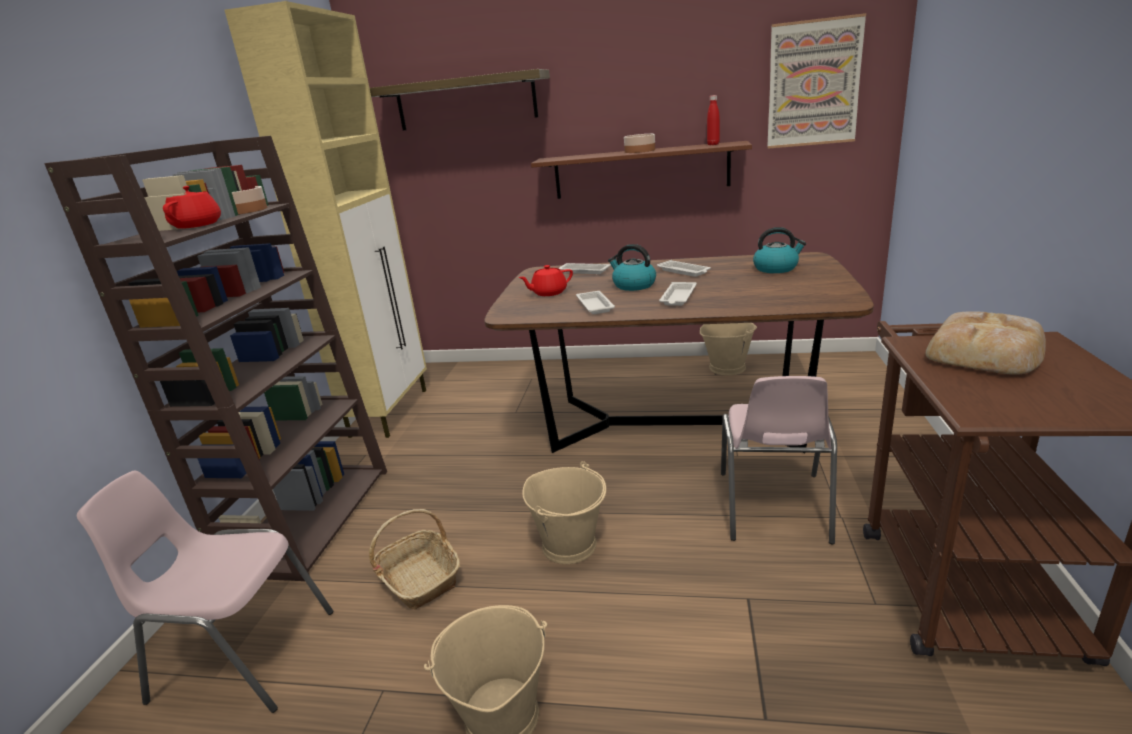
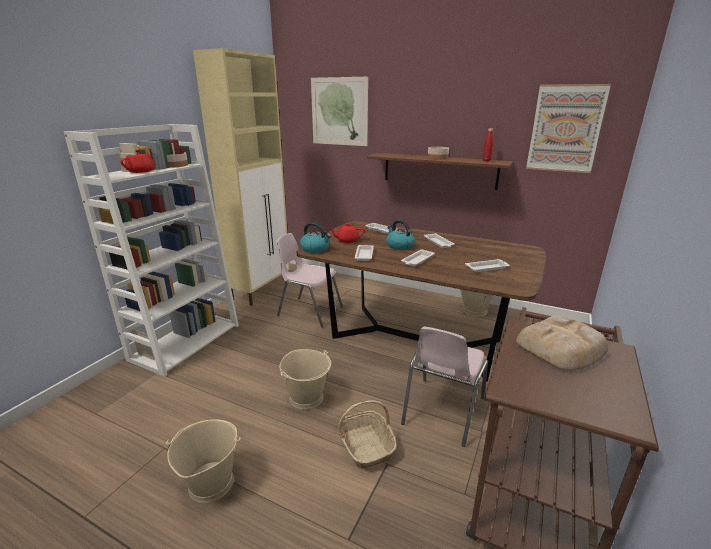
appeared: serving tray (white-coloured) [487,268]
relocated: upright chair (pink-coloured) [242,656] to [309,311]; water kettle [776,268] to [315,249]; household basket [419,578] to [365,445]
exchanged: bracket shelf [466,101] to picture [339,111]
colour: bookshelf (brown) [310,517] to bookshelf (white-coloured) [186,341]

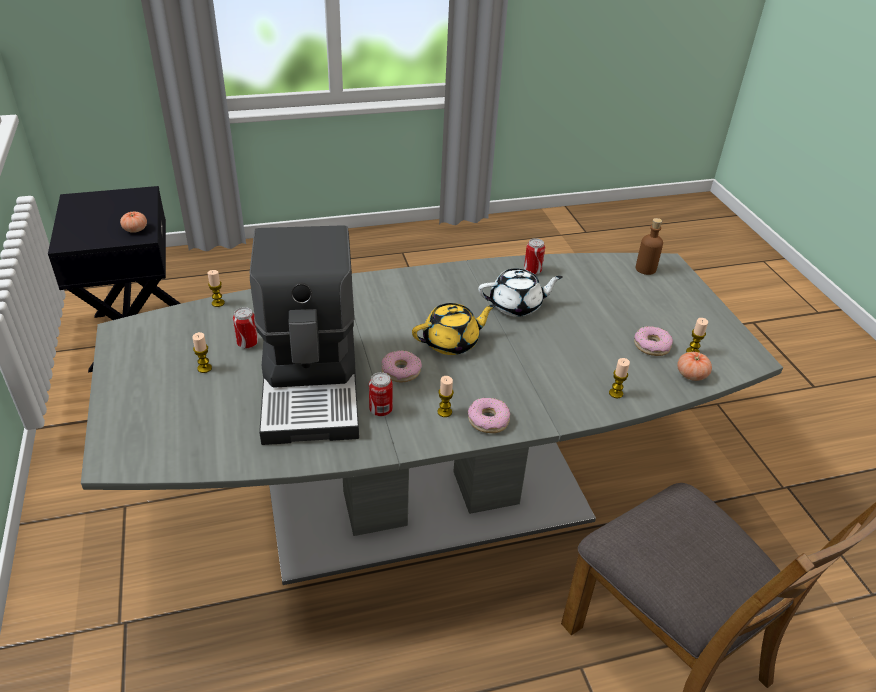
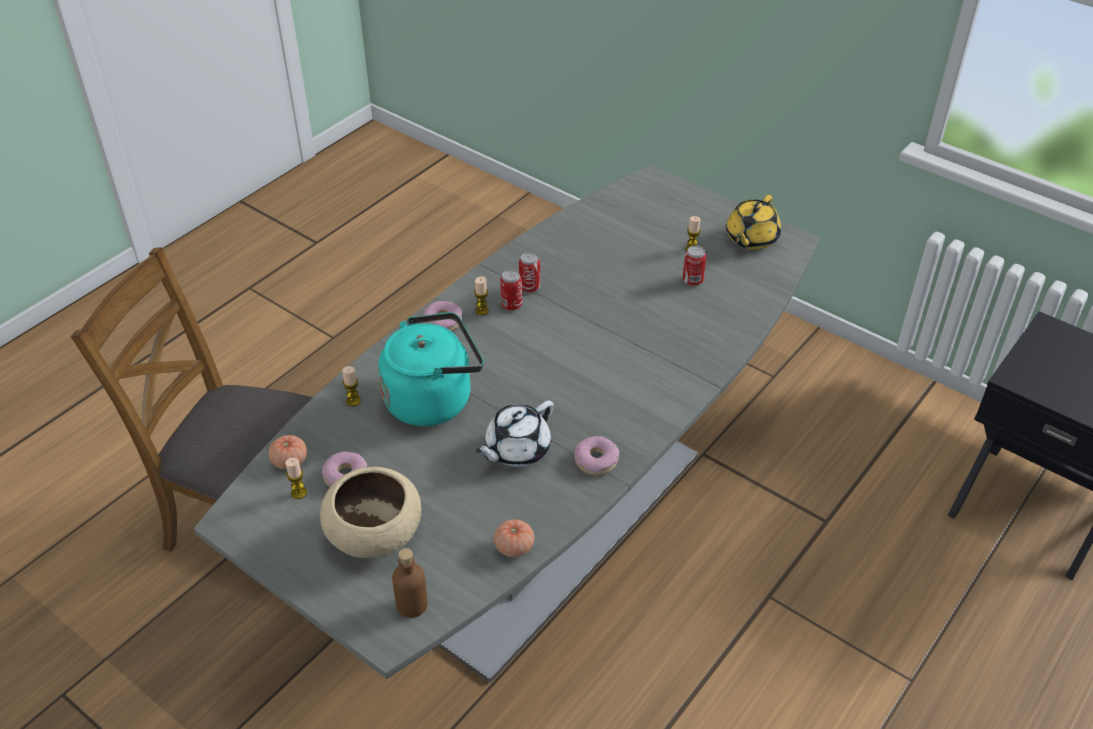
missing: wax candle [218,303]; coffee brewer [313,384]
appeared: deep dish (sand-coloured) [375,534]; water kettle (blue-green) [433,398]
relocated: fresh tomato [135,229] to [514,547]; can [532,271] to [511,305]; ring doughnut [401,371] to [596,461]; pot for tea (yellow) [452,342] to [751,239]

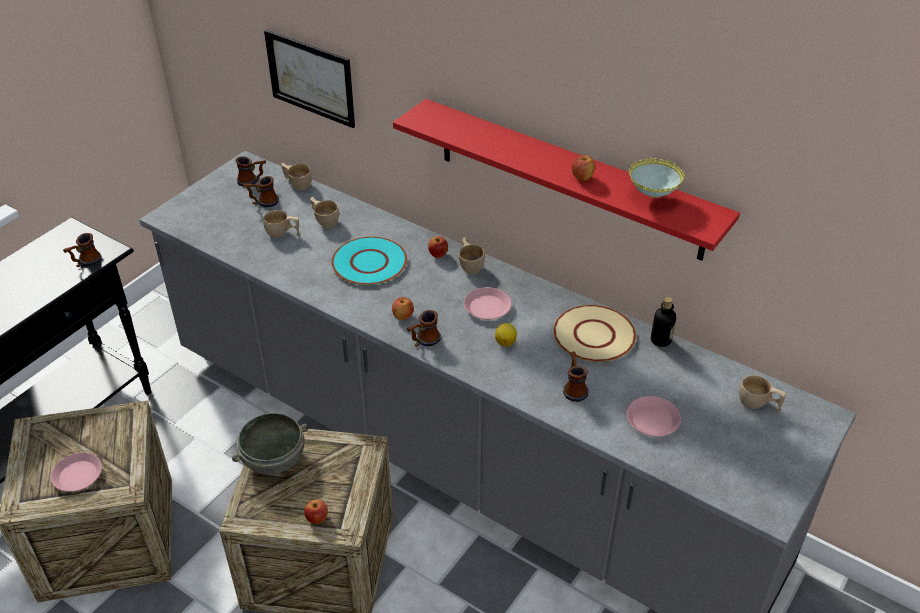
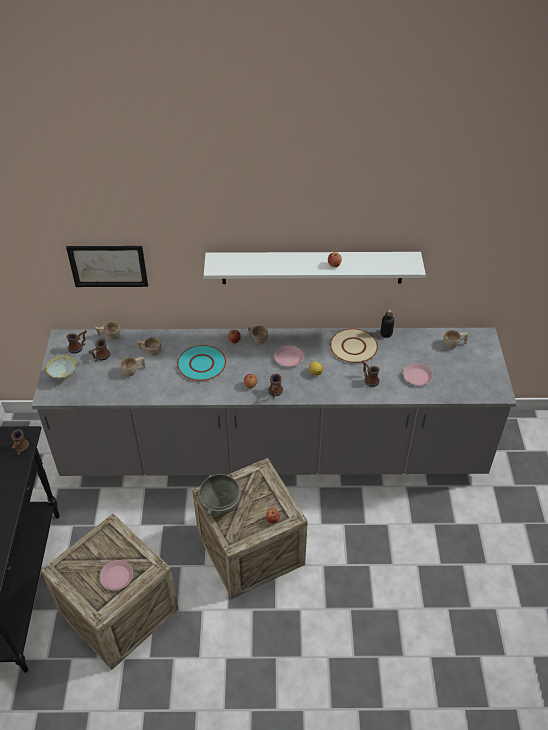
relocated: deep dish [652,197] to [64,377]
colour: bracket shelf (reddish) [568,179] to bracket shelf (white-coloured) [312,267]

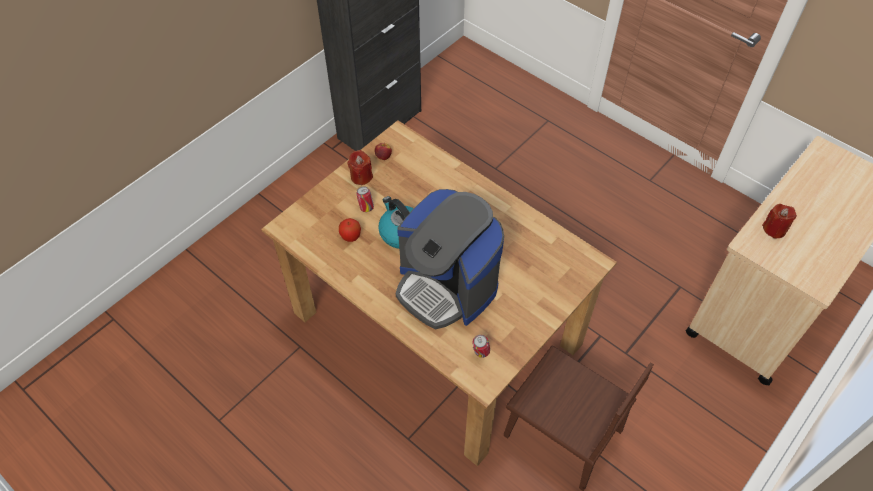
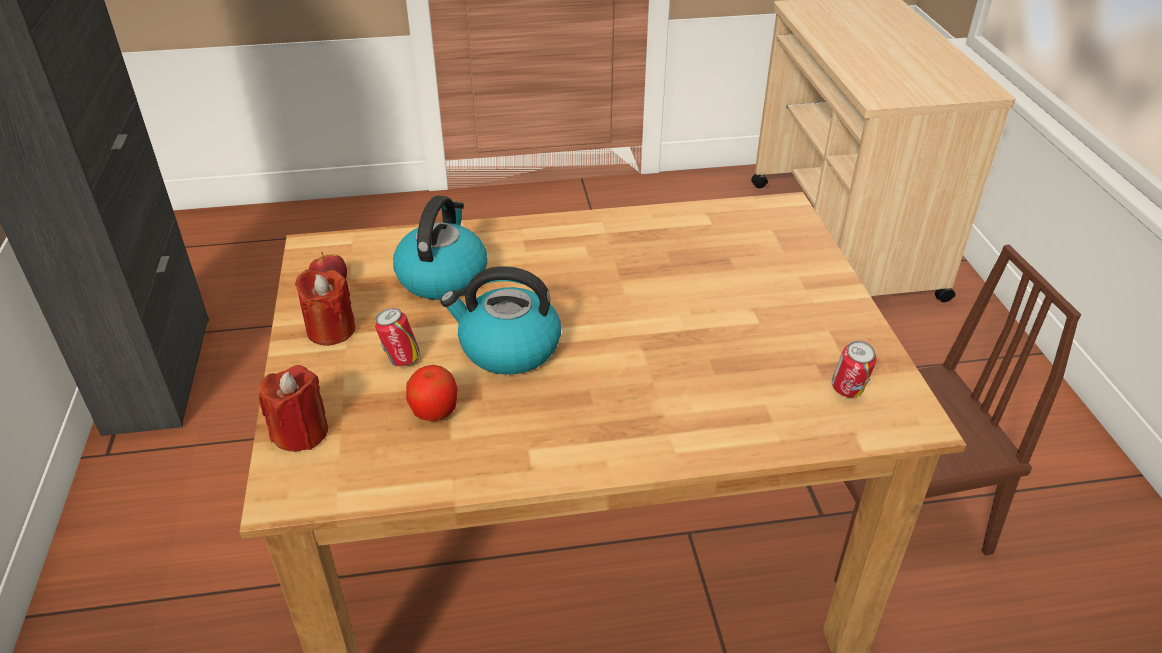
missing: coffee brewer [447,286]
appeared: water kettle [442,276]
relocated: wax candle (reddish) [774,229] to [301,432]

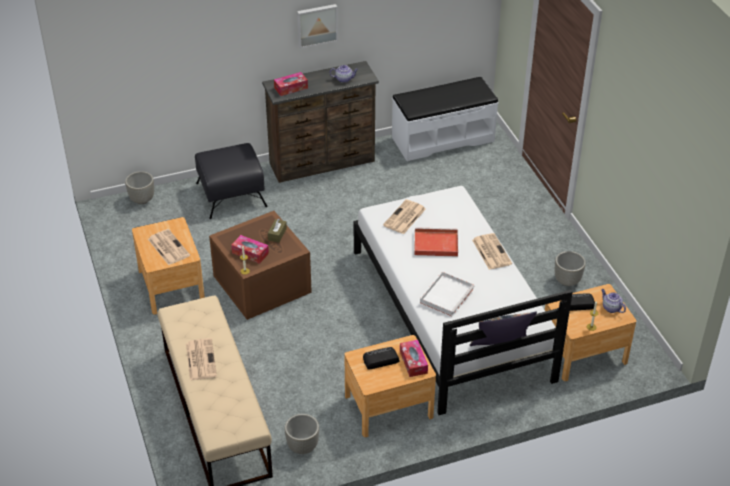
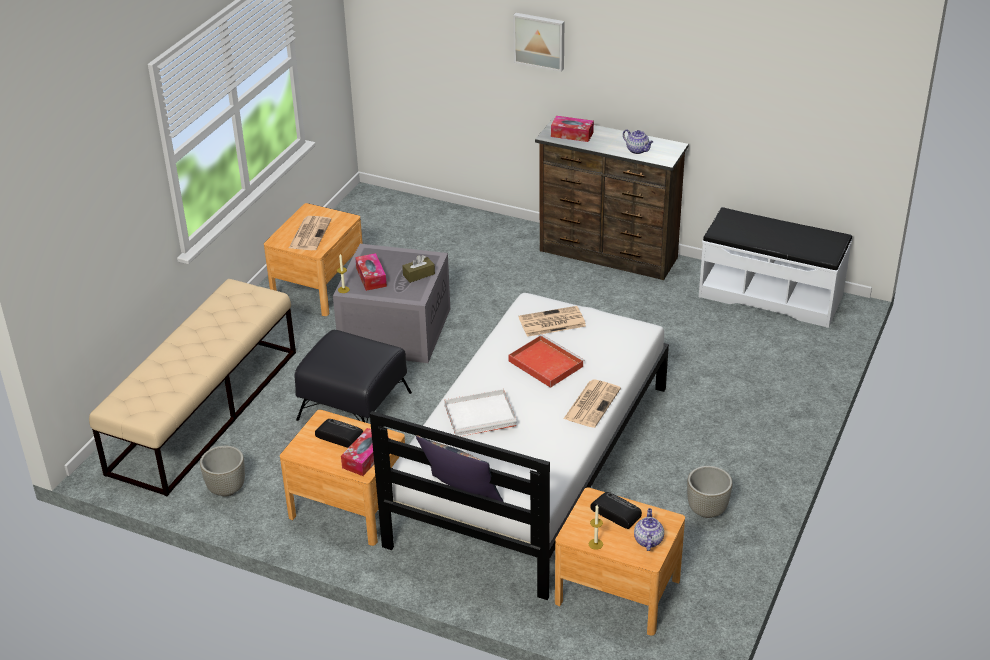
missing: planter (gray) [142,199]; newspaper [200,359]
relocated: footrest (black) [232,195] to [355,406]; picture [317,25] to [540,40]
colour: storage box (brown) [260,284] to storage box (gray) [394,329]

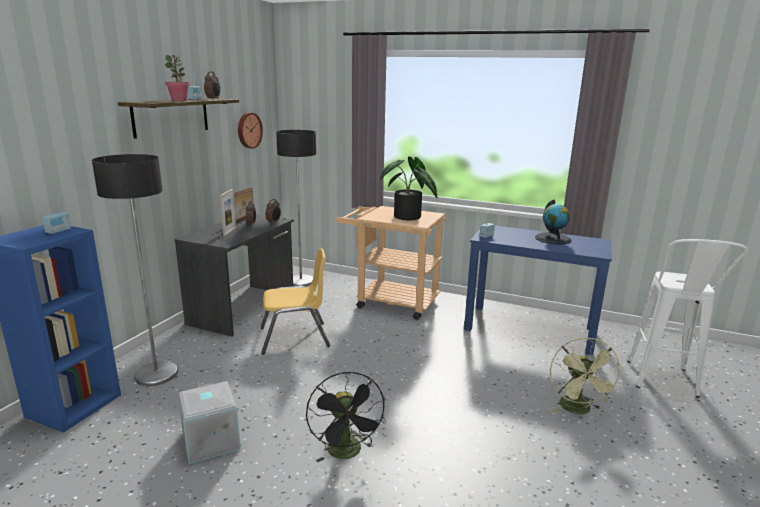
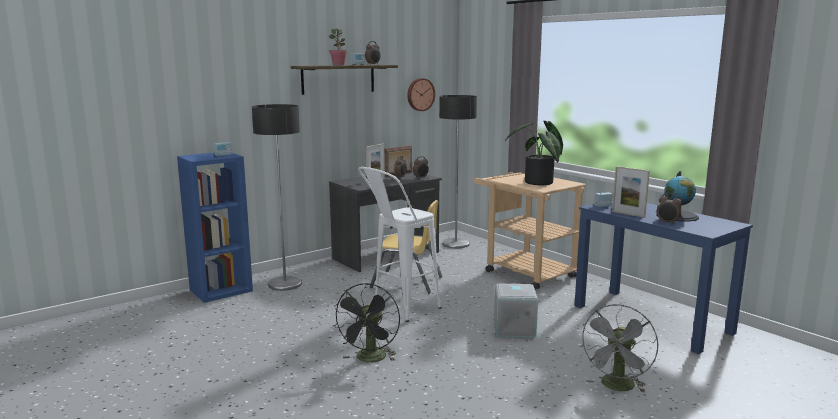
appeared: standing frame [628,214]; bedside clock [667,223]
relocated: sitting stool (white-coloured) [664,384] to [399,311]; storage box (gray) [209,441] to [513,328]
colour: cooling fan (greenish) [578,410] to cooling fan (gray) [617,387]

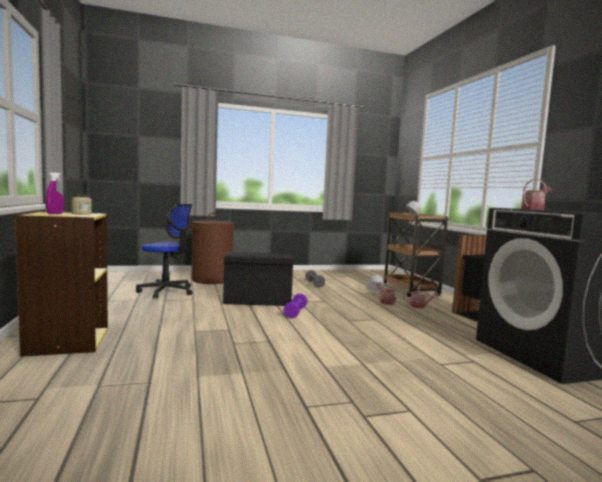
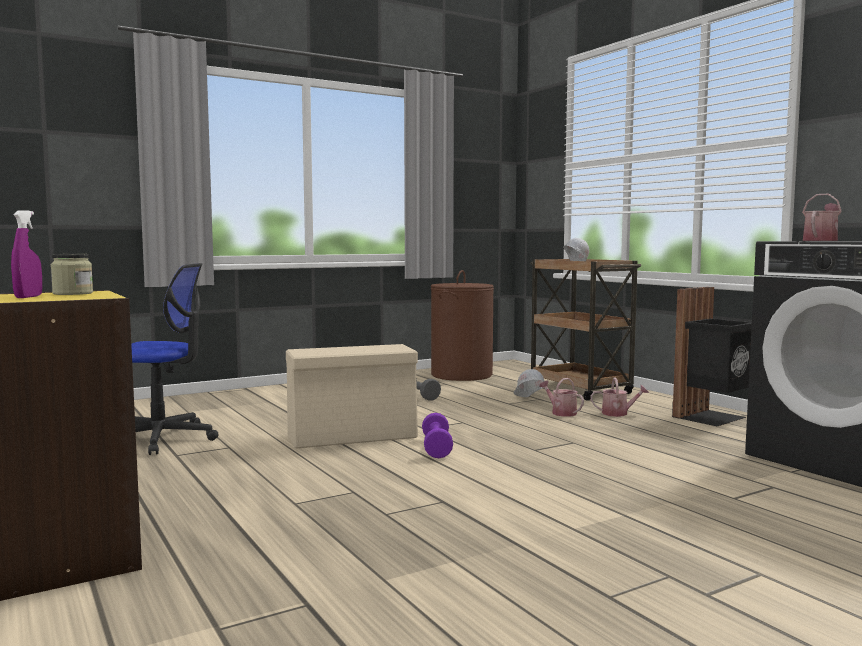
relocated: laundry basket (brown) [211,279] to [461,375]
colour: storage box (black) [256,301] to storage box (sand-coloured) [350,437]

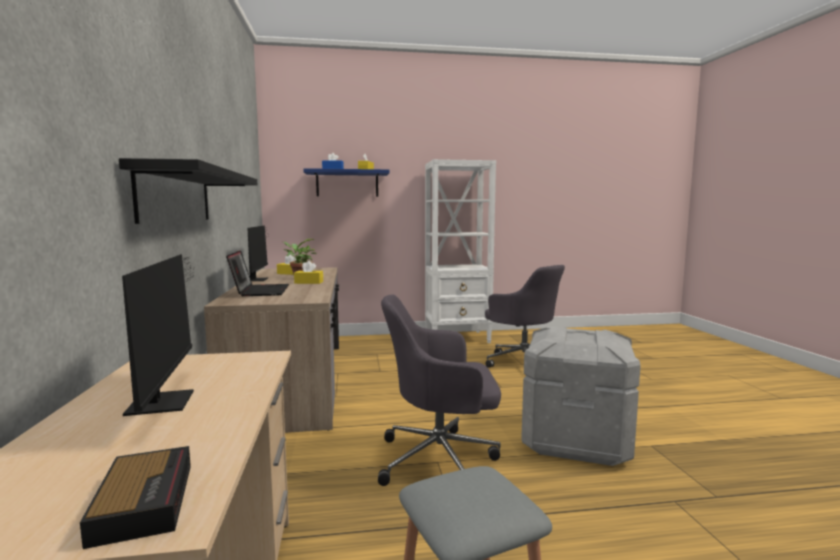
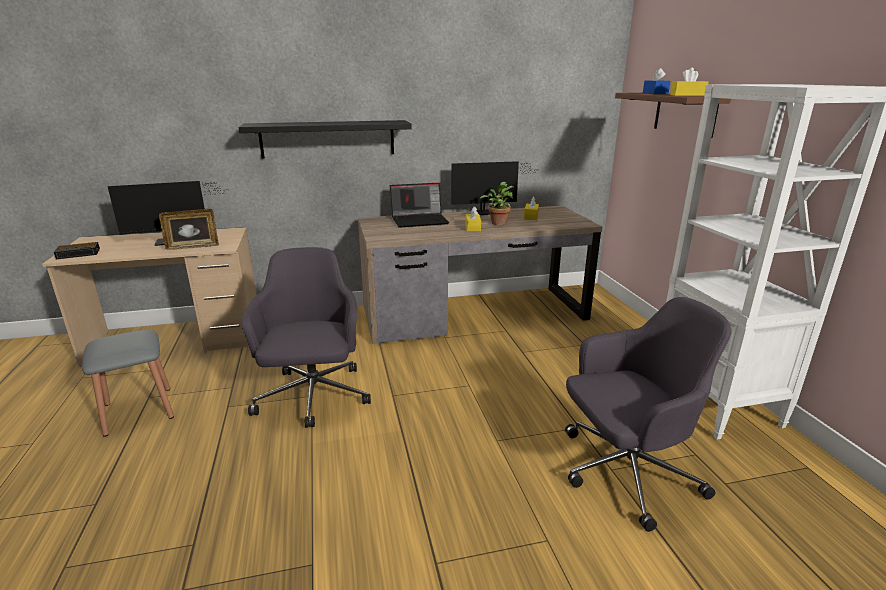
missing: storage box (gray) [575,439]
appeared: standing frame [193,247]
colour: bracket shelf (blue-coloured) [347,184] to bracket shelf (brown) [684,113]
spun: office chair (gray) [523,362] = [625,472] 150 degrees counterclockwise

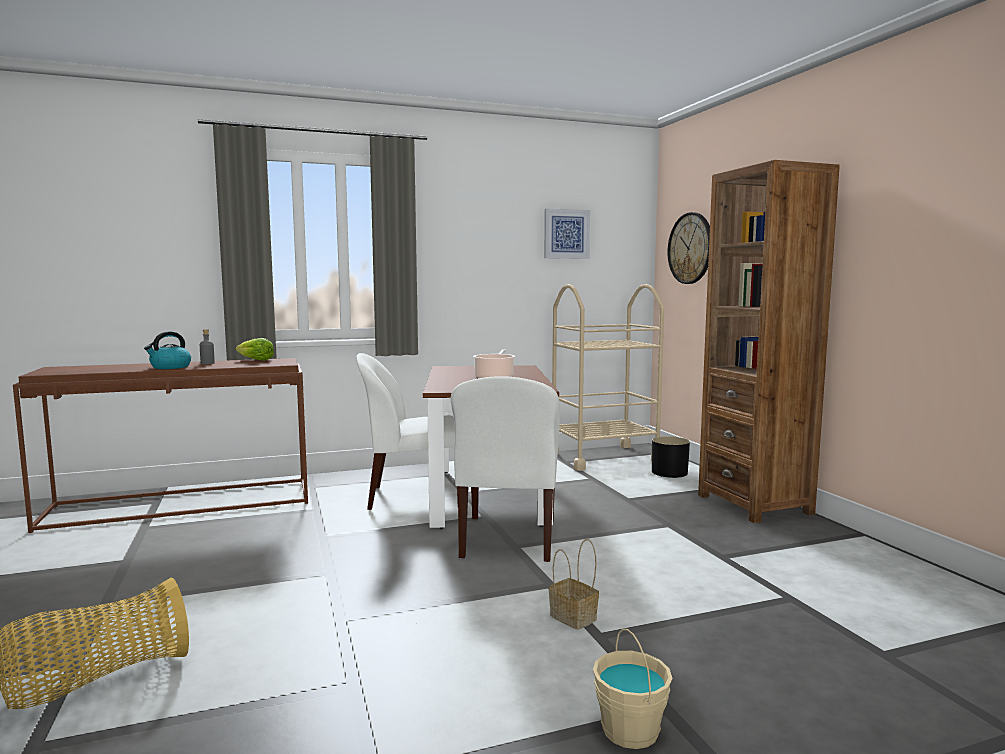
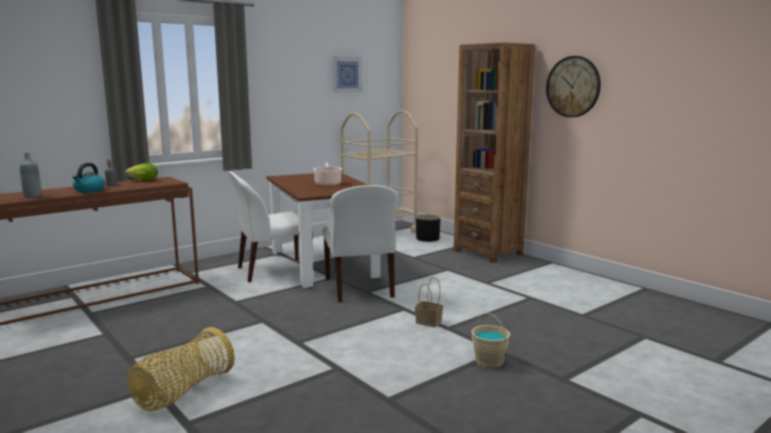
appeared: beverage bottle (gray) [32,196]
relocated: wall clock [690,248] to [573,86]

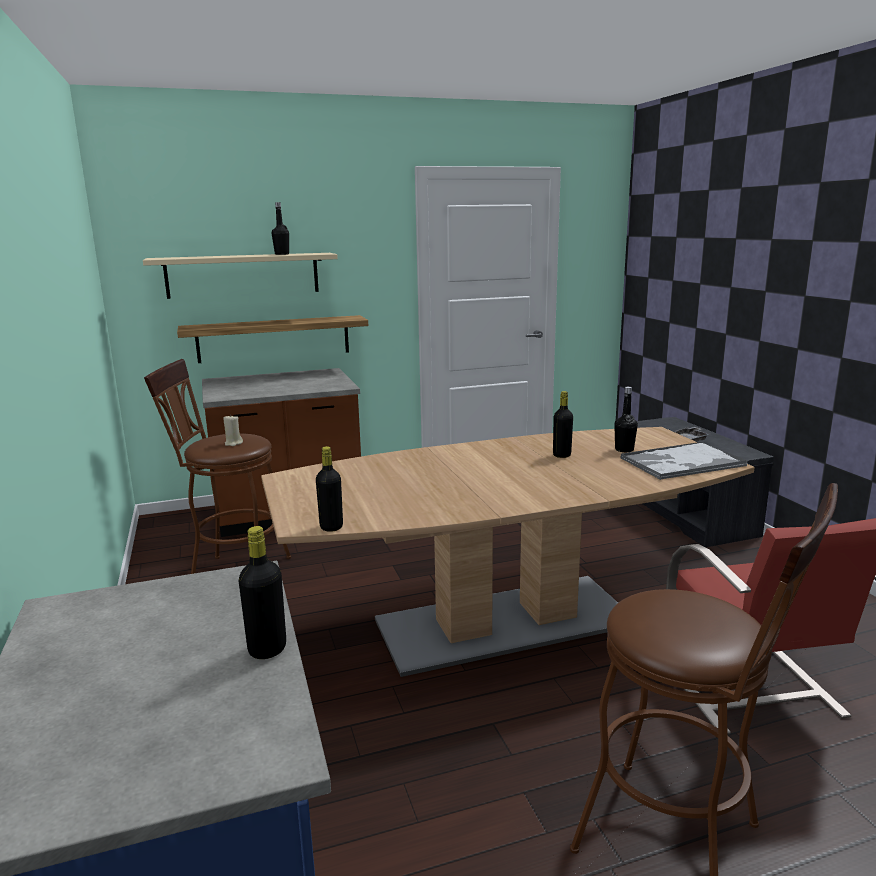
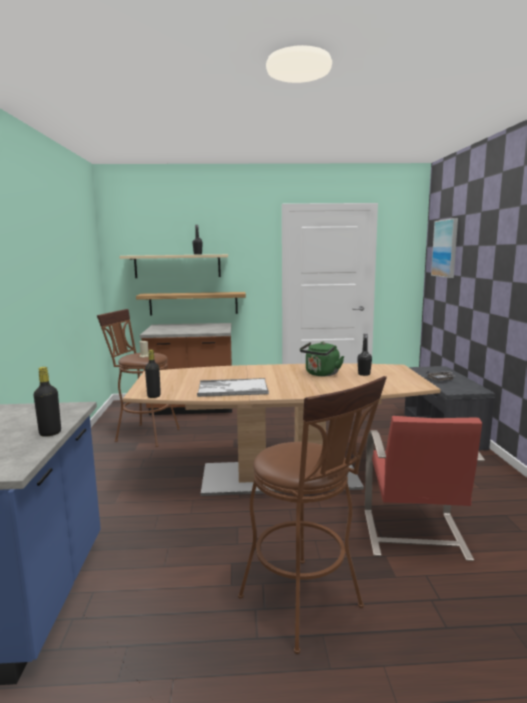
appeared: picture [445,248]
relocated: serving tray [681,462] to [232,389]
exchanged: beverage bottle (black) [561,455] to water kettle (greenish) [321,374]

